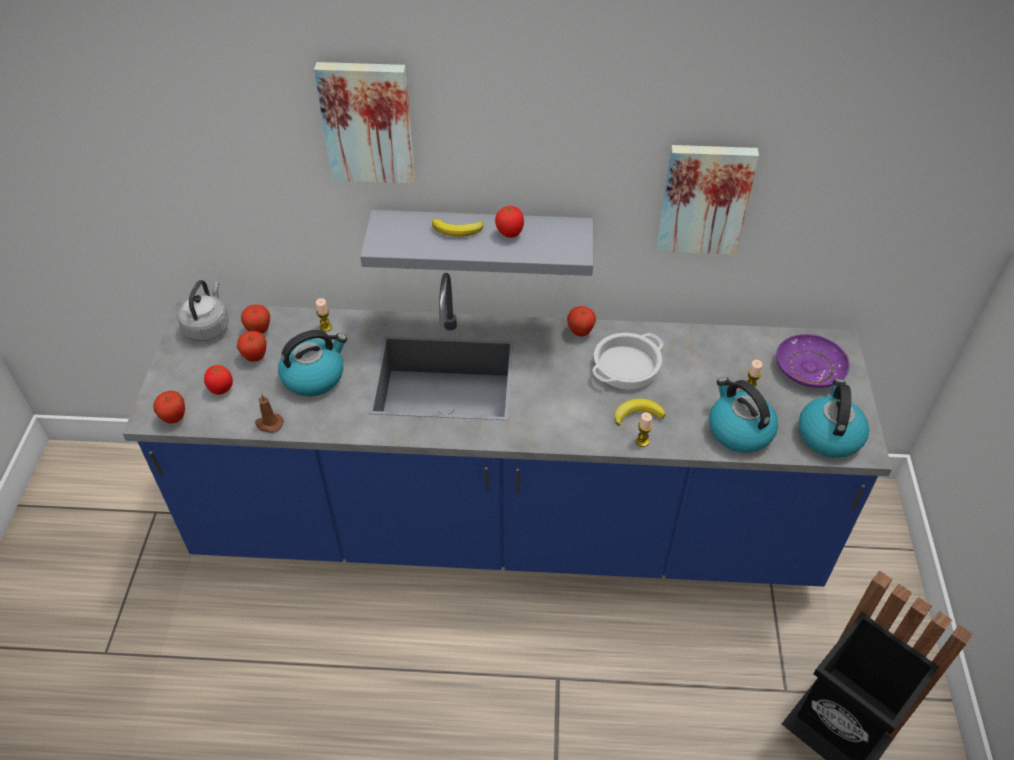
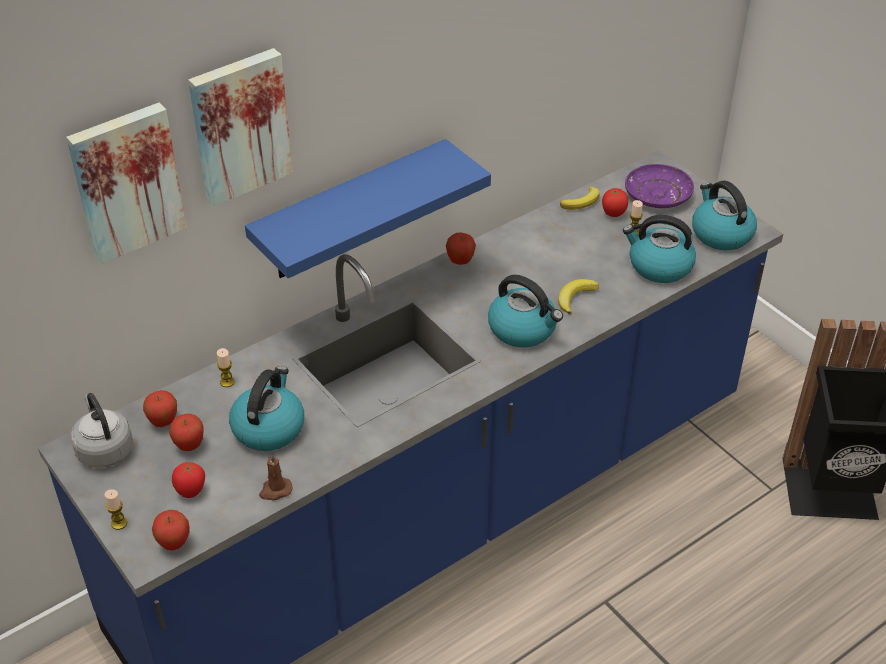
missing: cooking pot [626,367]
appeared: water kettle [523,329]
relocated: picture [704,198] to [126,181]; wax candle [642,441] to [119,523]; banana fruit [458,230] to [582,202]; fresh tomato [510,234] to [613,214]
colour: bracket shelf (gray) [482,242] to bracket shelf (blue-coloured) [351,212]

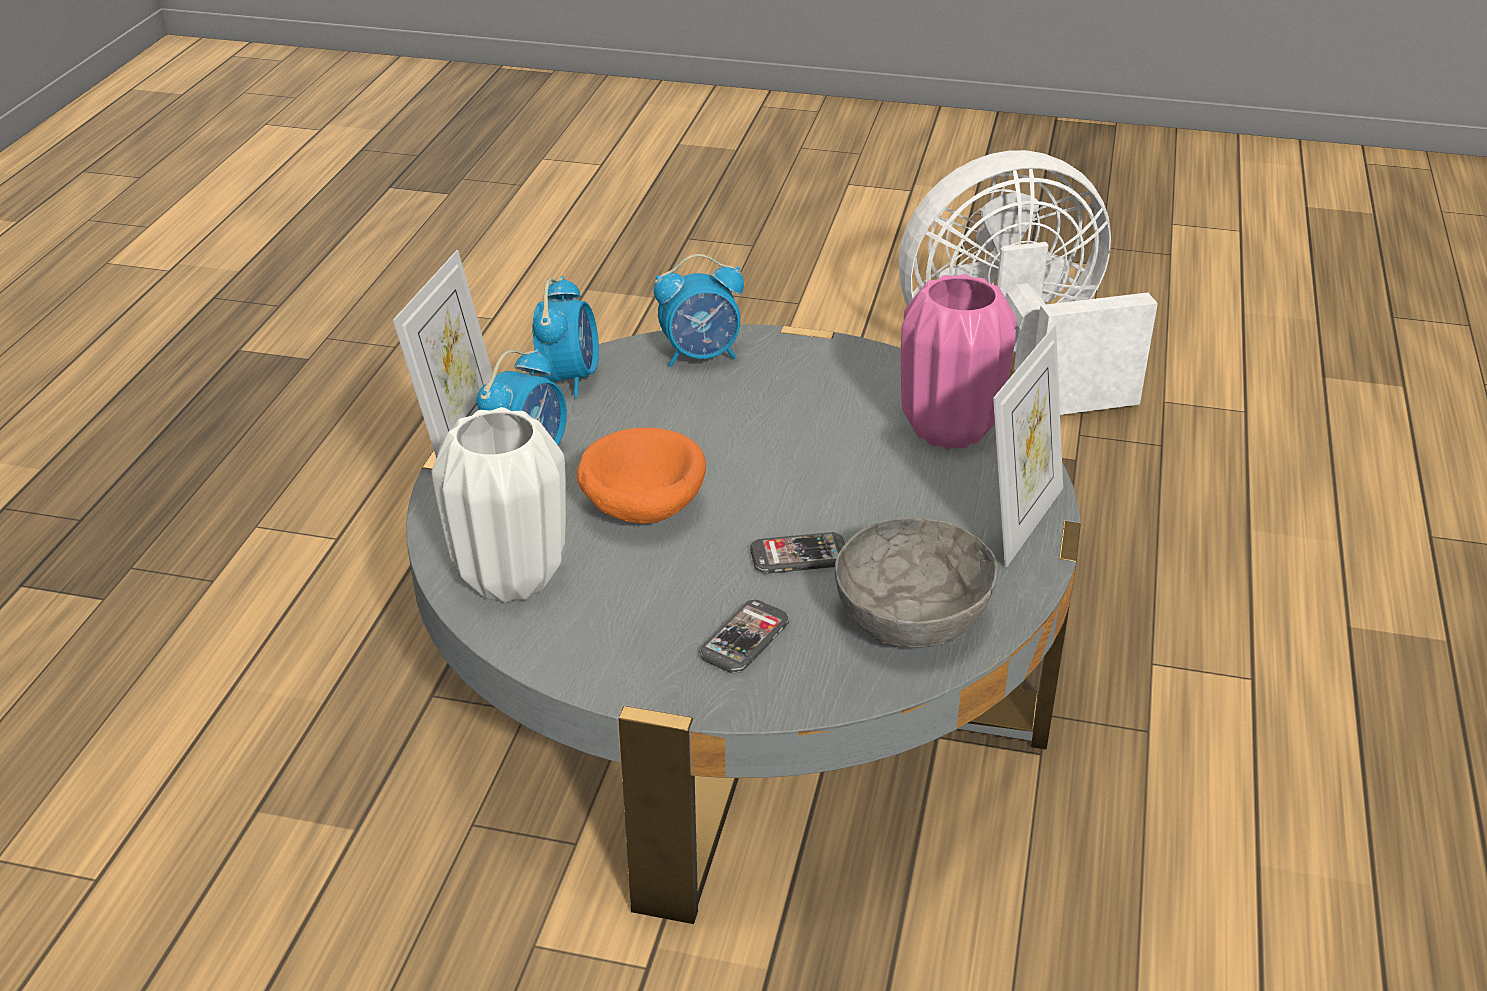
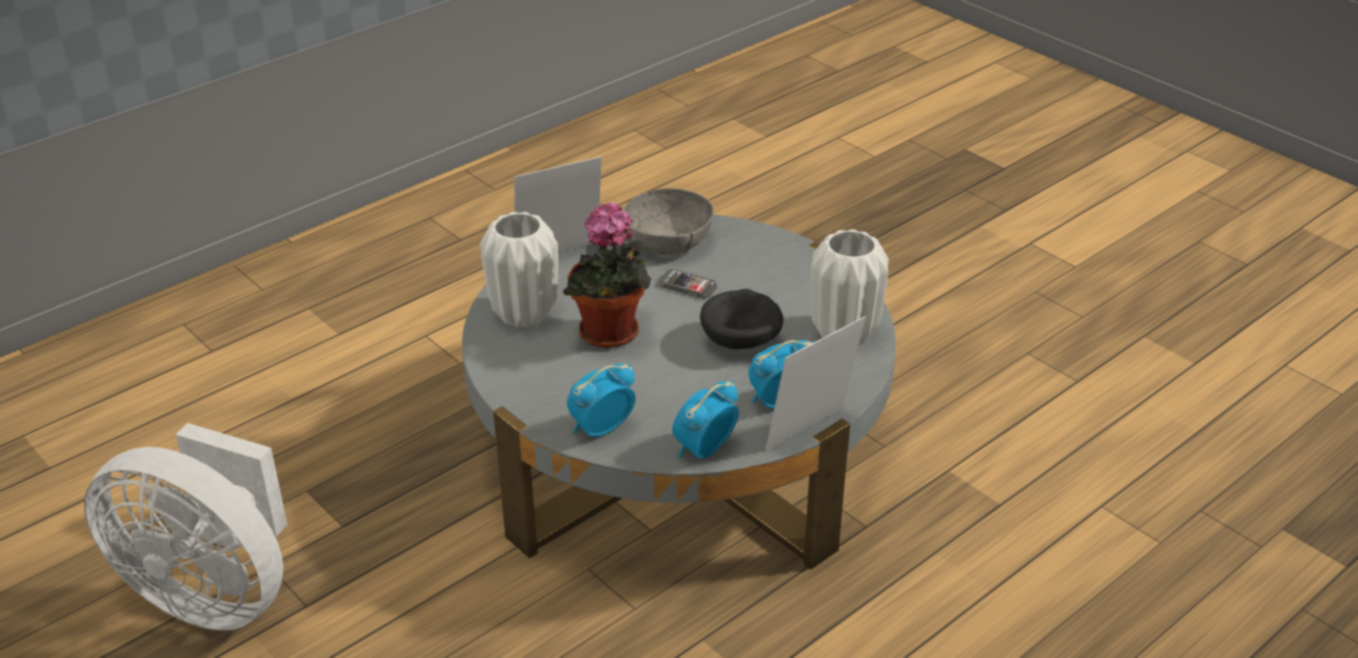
missing: handset [744,639]
appeared: potted plant [611,336]
colour: flower vase (pink-coloured) [950,431] to flower vase (white-coloured) [524,314]; deep dish (orangey) [641,508] to deep dish (black) [742,342]
spun: bedside clock [701,355] = [600,429] 60 degrees counterclockwise

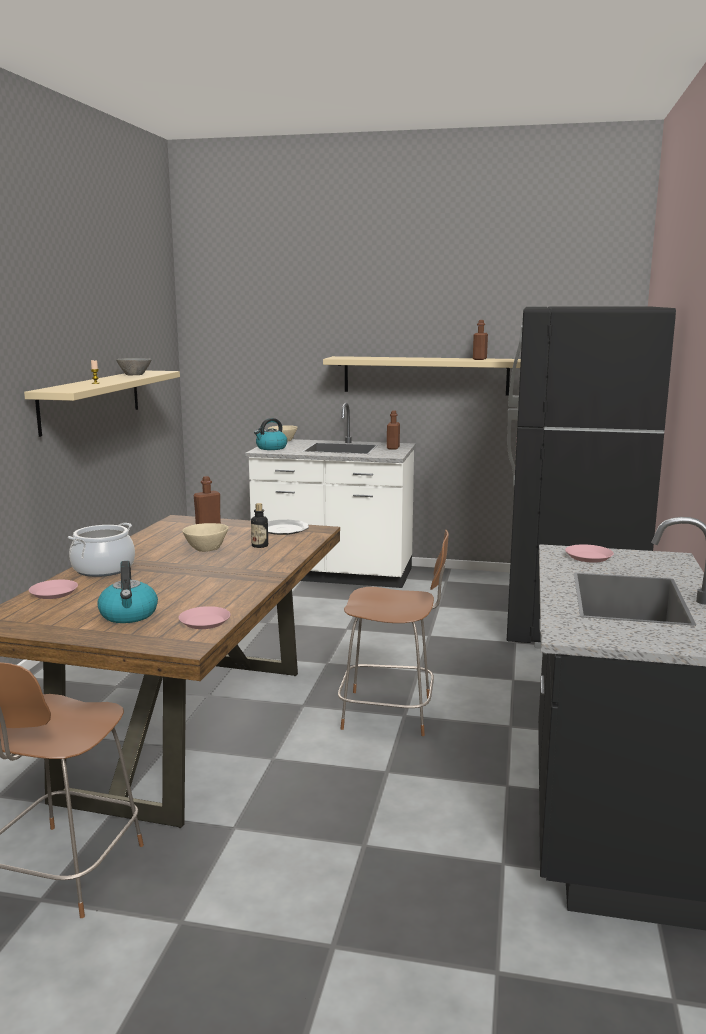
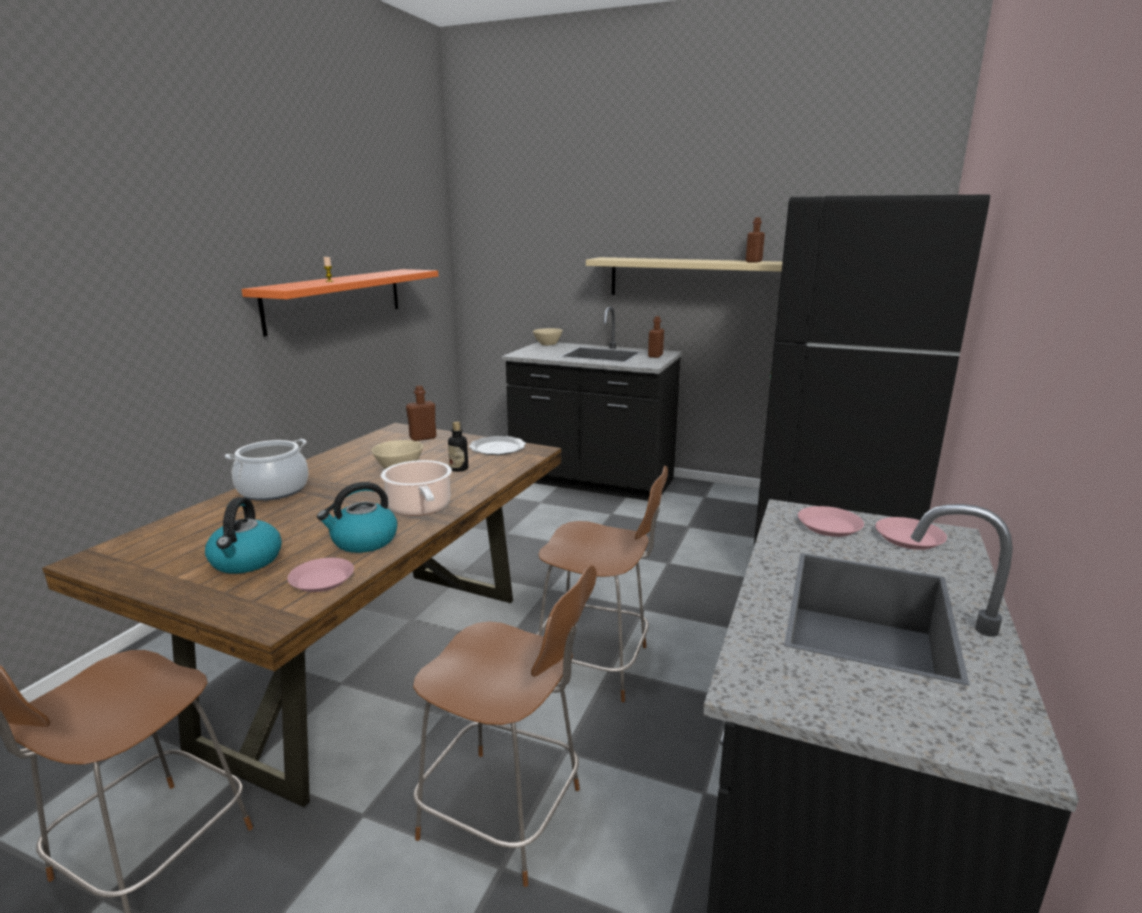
missing: deep dish (gray) [135,375]
appeared: cooking pot [420,508]; upright chair (brown) [506,815]
relocated: water kettle [271,448] to [363,541]; plate (pink-coloured) [53,593] to [908,538]
colour: bracket shelf (sand-coloured) [91,400] to bracket shelf (orangey) [336,299]; kitchen base unit (white-coloured) [333,575] to kitchen base unit (black) [592,482]

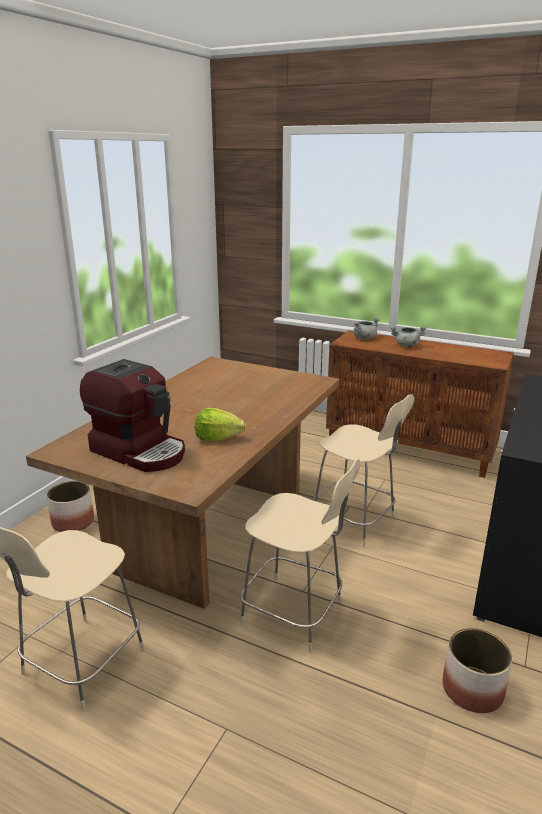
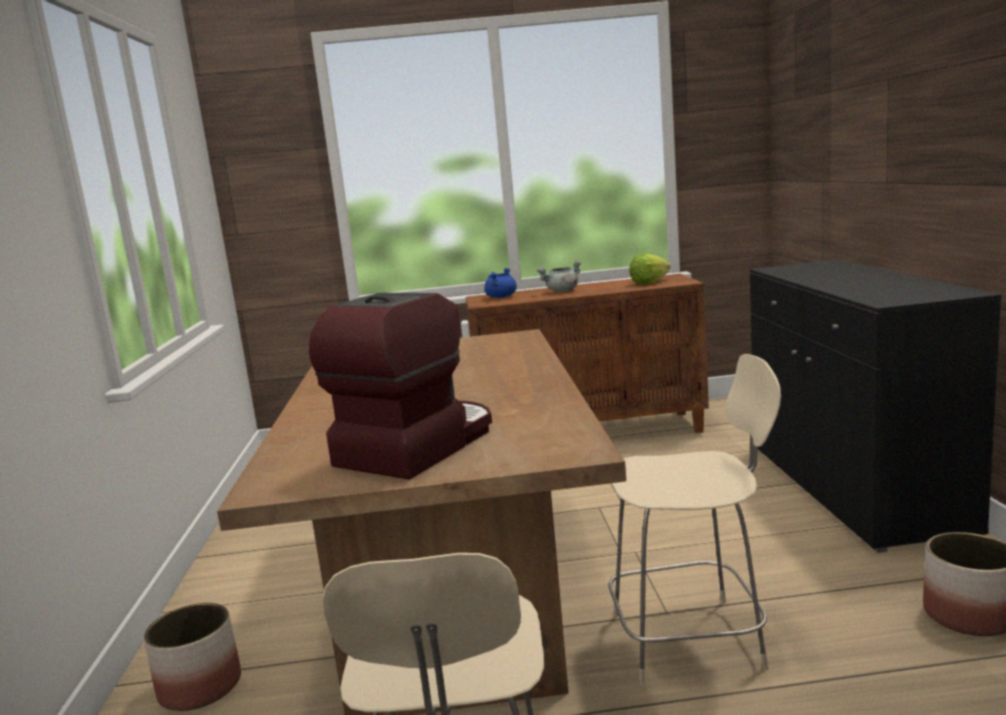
missing: sitting stool (sand-coloured) [355,522]
relocated: lettuce head [217,438] to [649,283]
colour: cooking pot (gray) [364,338] to cooking pot (blue-coloured) [501,297]
spun: coffee brewer [140,451] = [416,446] 60 degrees counterclockwise

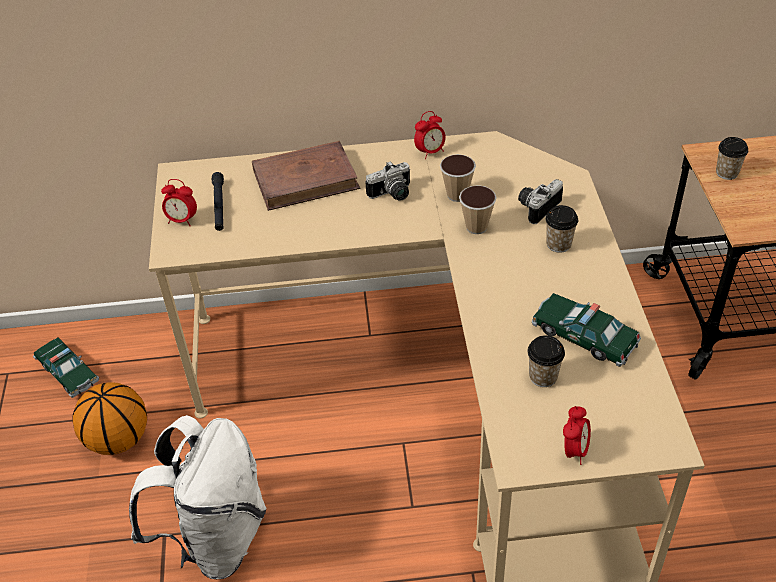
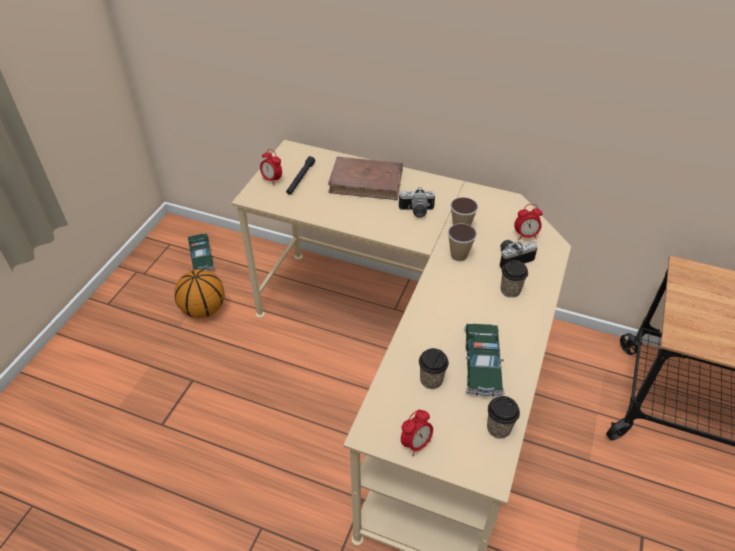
missing: backpack (white-coloured) [216,538]
relocated: cup [727,173] to [498,428]; bedside clock [430,152] to [525,236]
spun: model car [584,337] = [481,364] 150 degrees counterclockwise

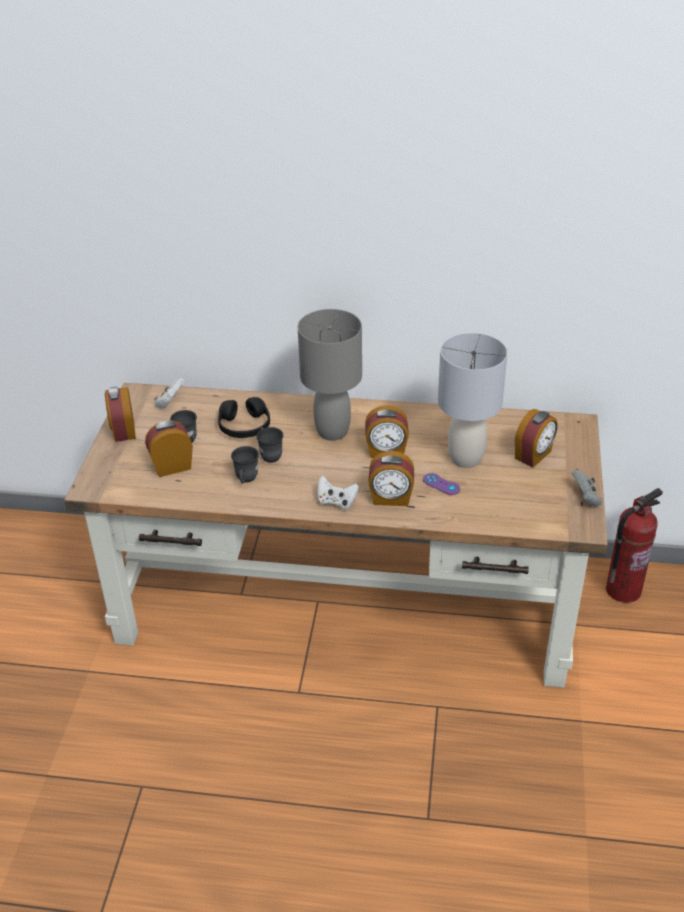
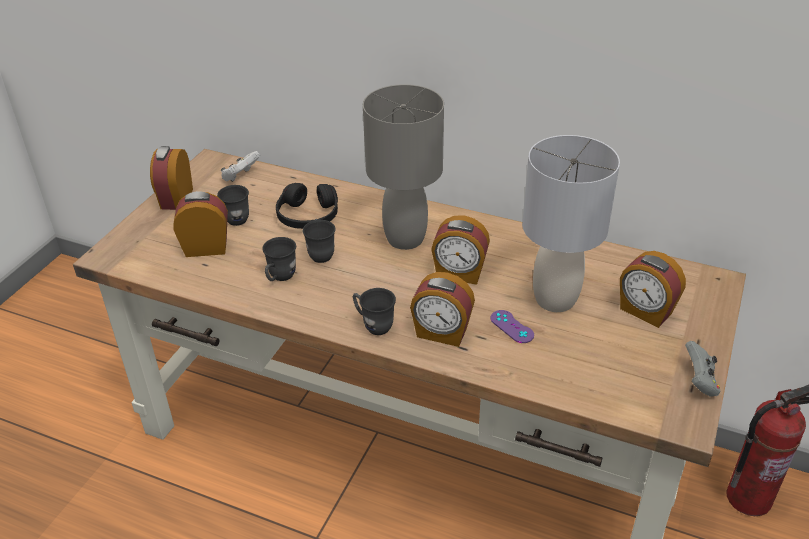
exchanged: game controller (white-coloured) [336,502] to coffee mug (gray) [373,325]
spun: bedside clock [534,455] = [645,311] 75 degrees clockwise

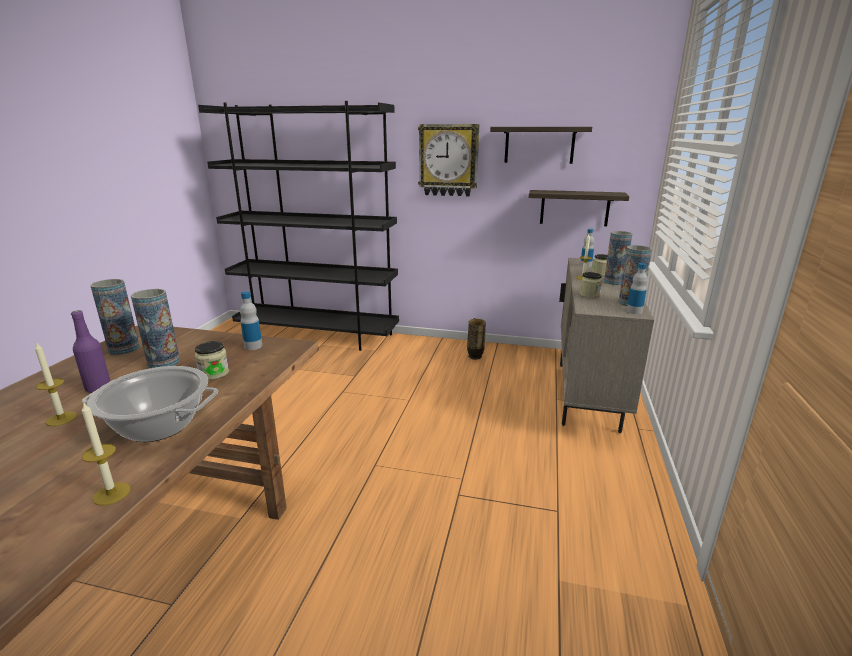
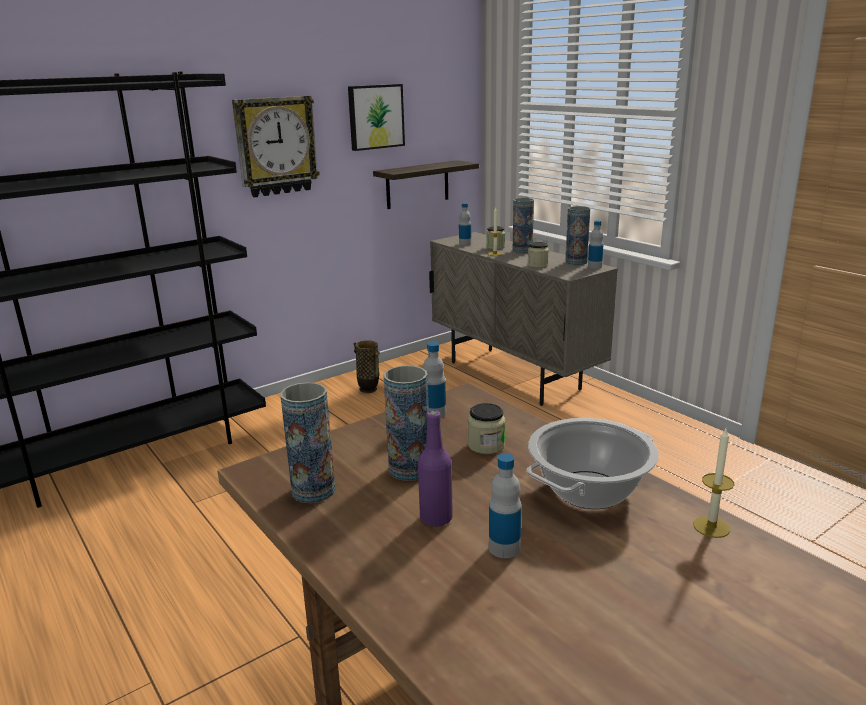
exchanged: bracket shelf [539,145] to picture [375,117]; wax candle [61,419] to beverage bottle [504,548]

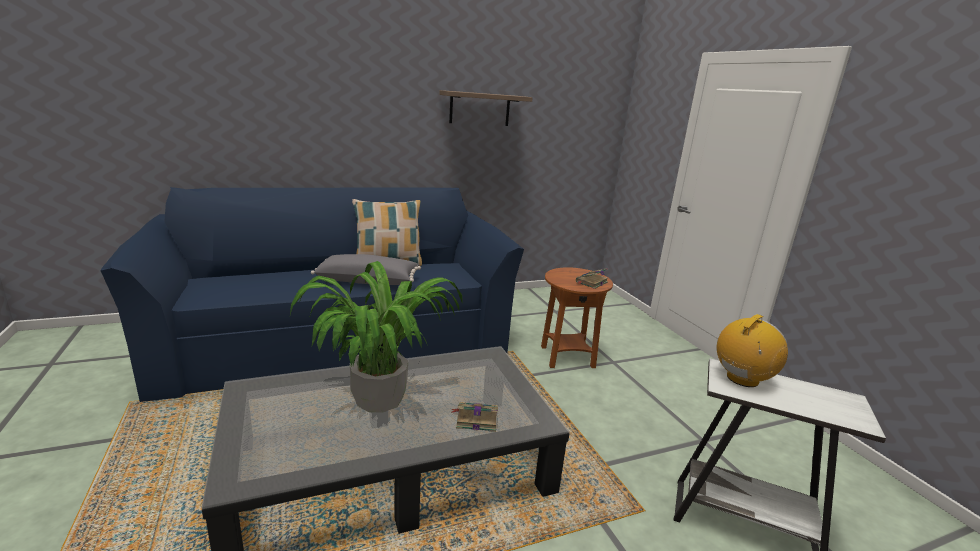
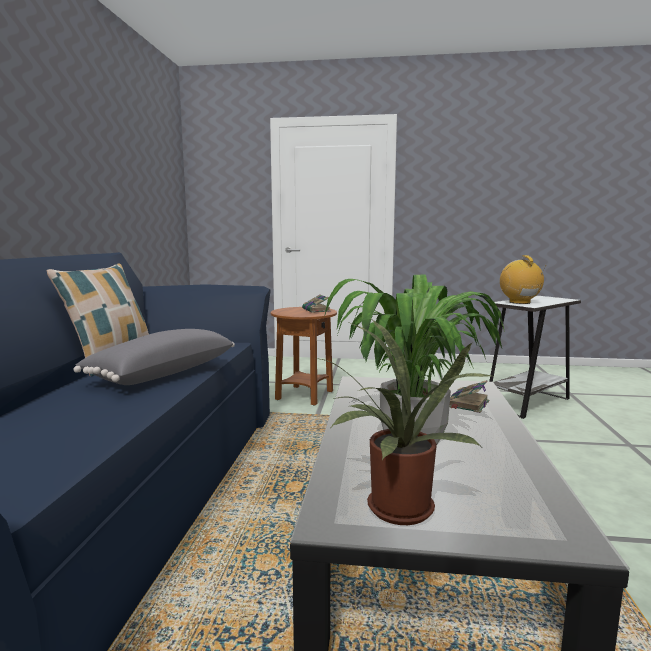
missing: bracket shelf [480,109]
appeared: potted plant [395,511]

